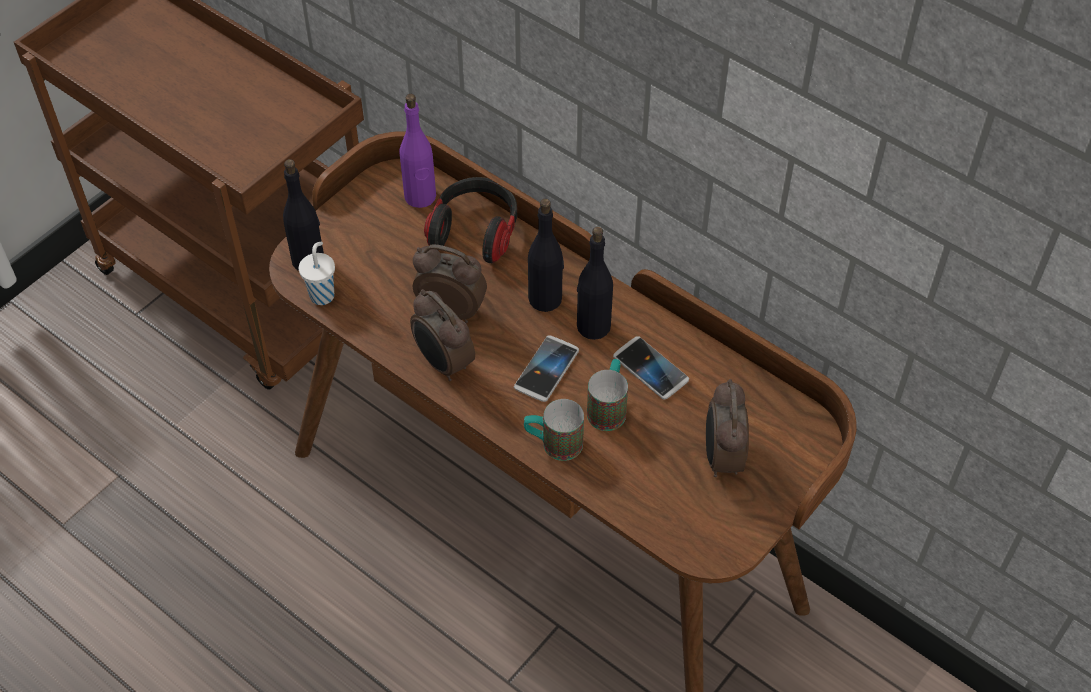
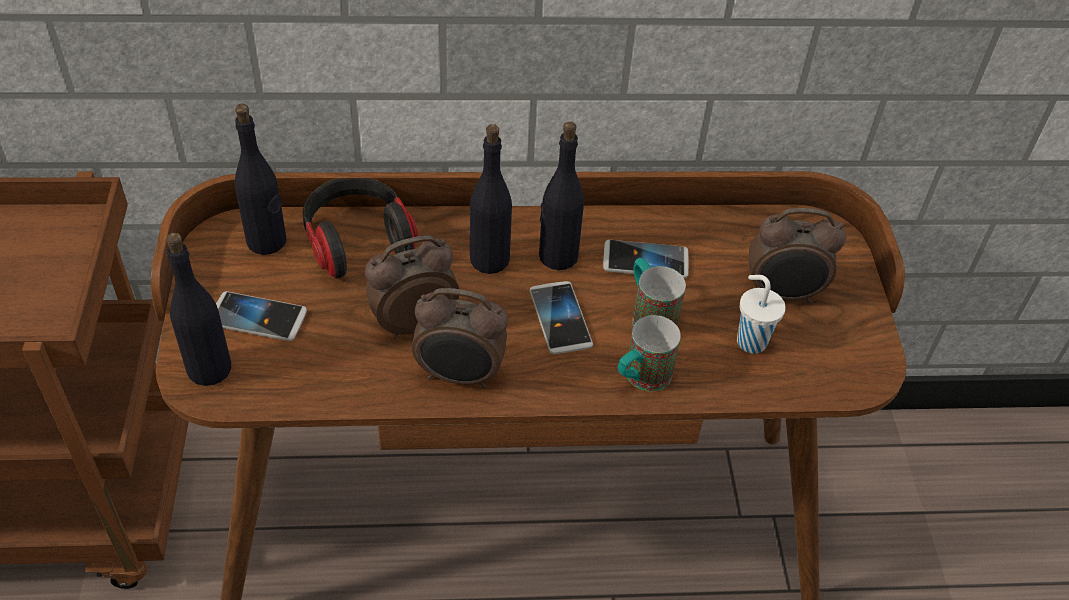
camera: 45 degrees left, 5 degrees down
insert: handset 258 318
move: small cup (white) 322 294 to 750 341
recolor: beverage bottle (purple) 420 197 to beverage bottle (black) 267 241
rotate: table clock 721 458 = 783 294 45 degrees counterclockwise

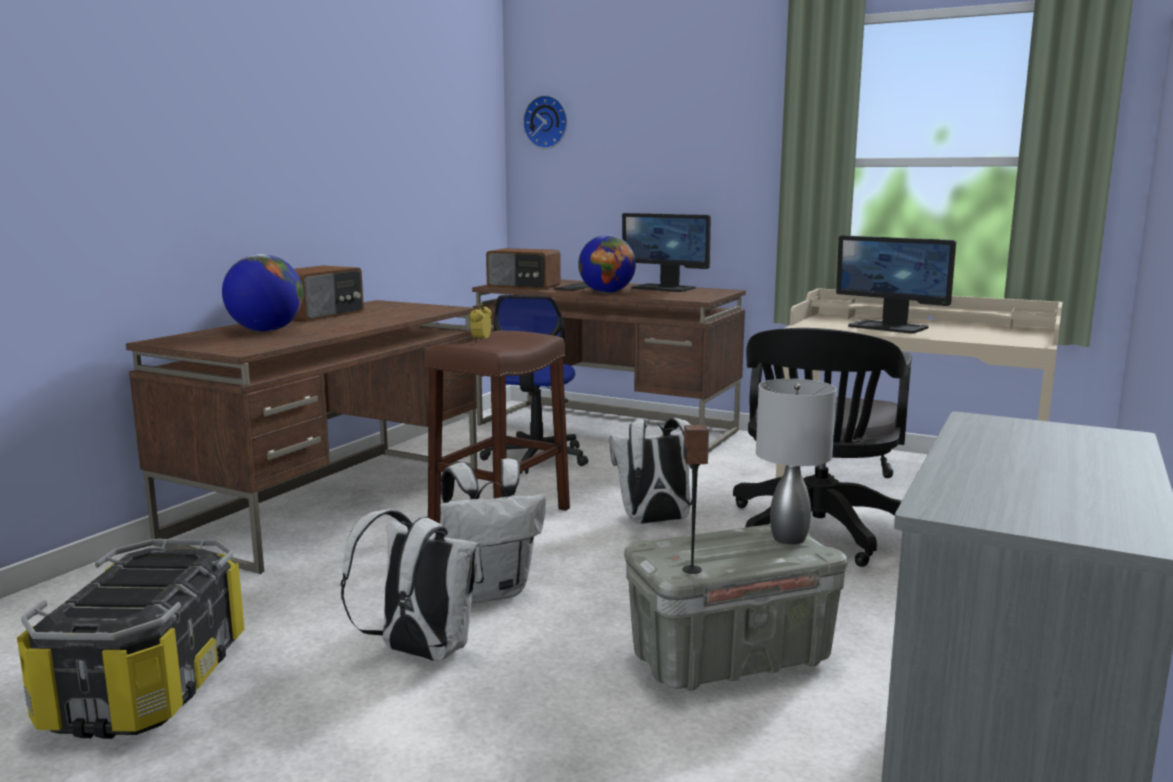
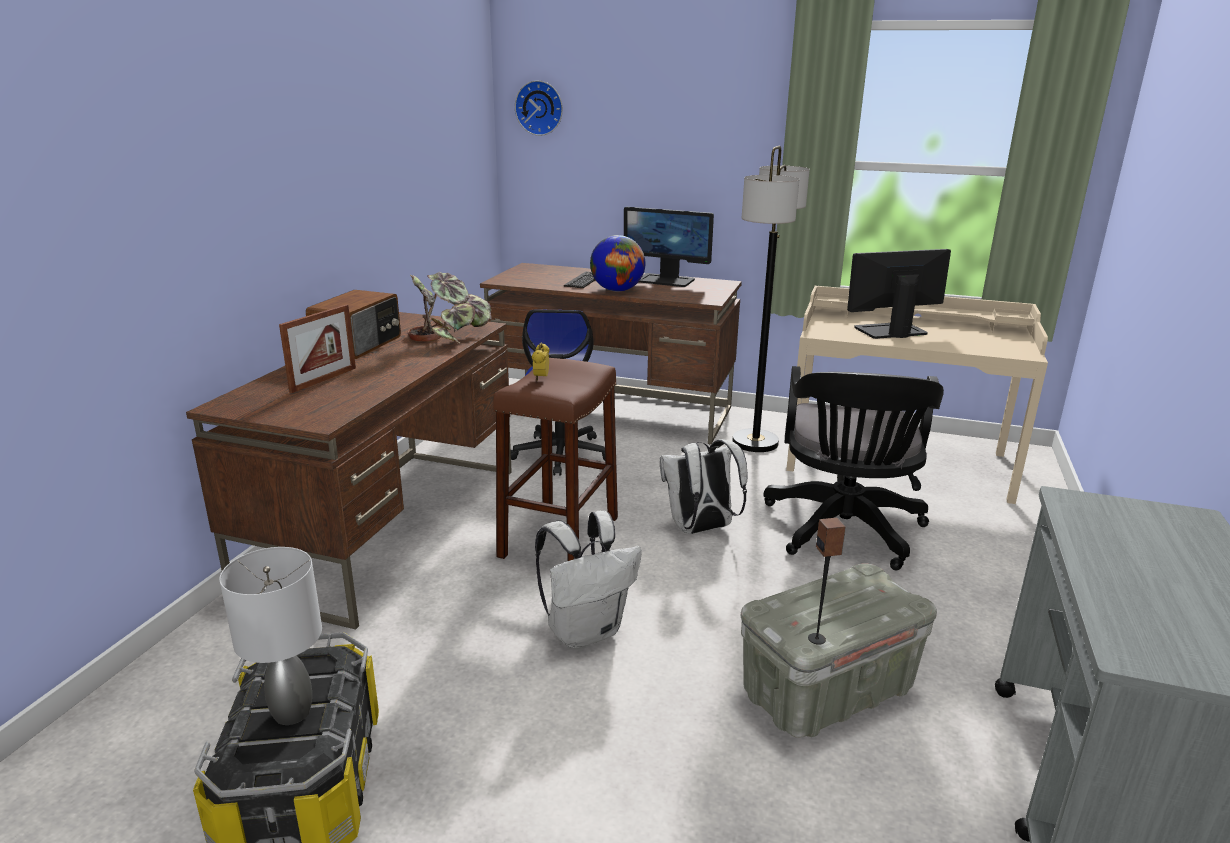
camera: 10 degrees left, 10 degrees up
delete: backpack (white) 419 653; radio 523 286
insert: plant in a pot 450 335; standing lamp 755 442
move: tabletop lamp (greyish) 788 538 to 291 712
replace: world globe 266 331 to standing frame 323 380
rotate: monitor 889 327 = 890 331 135 degrees clockwise

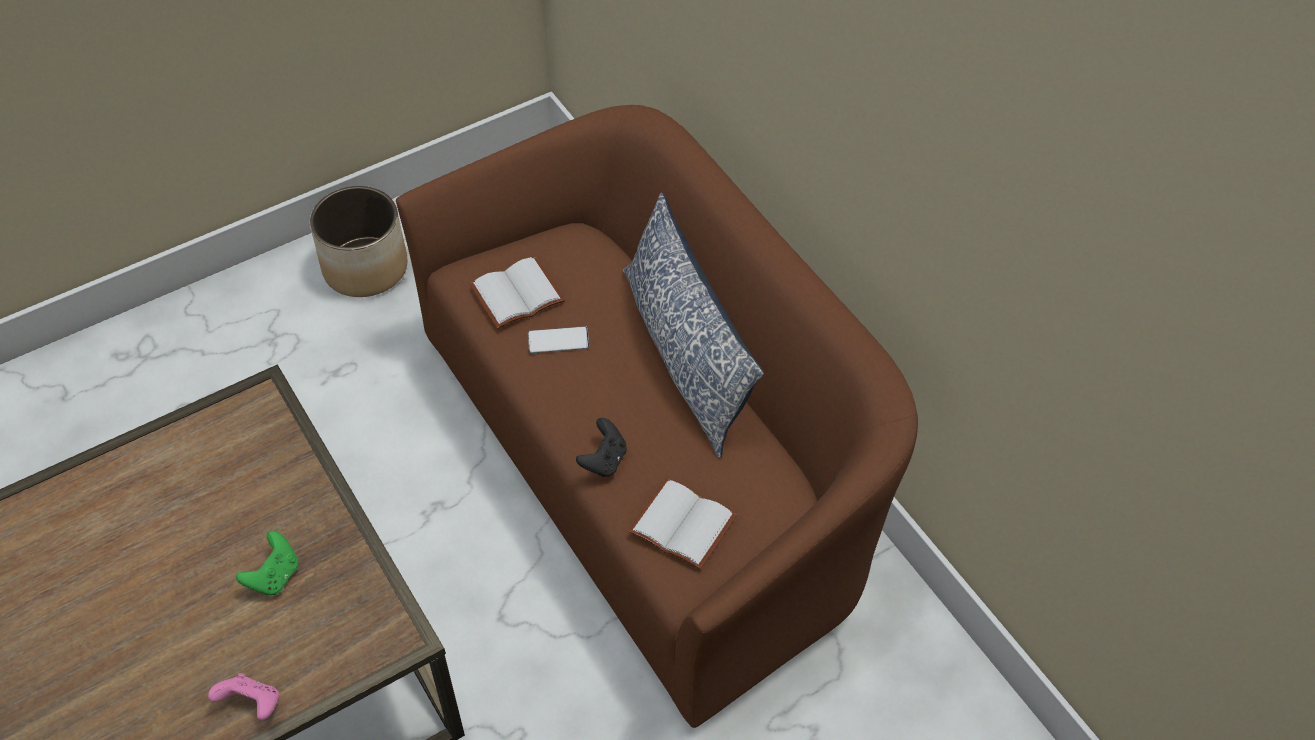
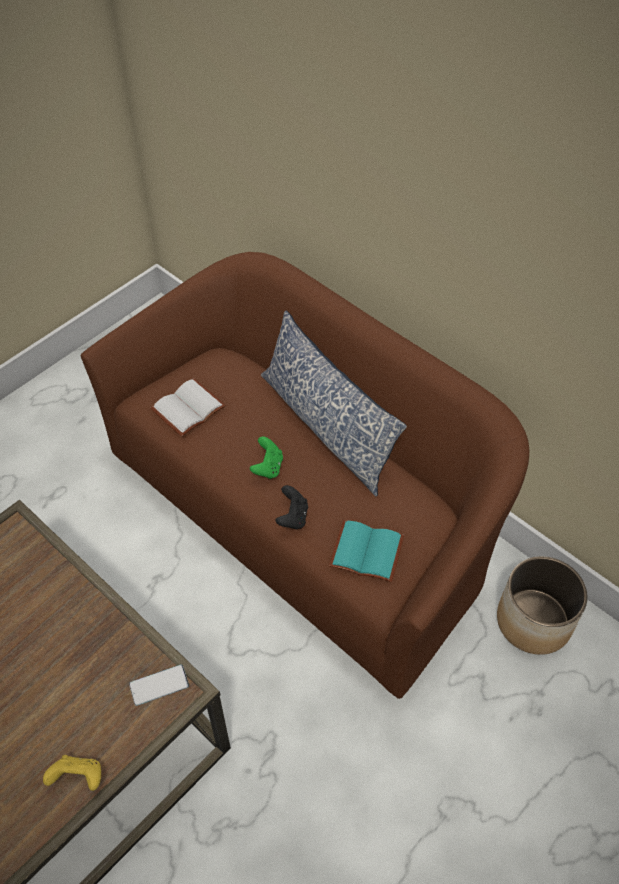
camera: 15 degrees left, 0 degrees up
move: gamepad (greenish) 274 576 to 268 467; flower pot 366 267 to 534 620; handset 558 340 to 159 685
recolor: gamepad (pinkish) 252 705 to gamepad (yellowish) 79 777; bound book (white) 685 524 to bound book (blue-green) 368 550

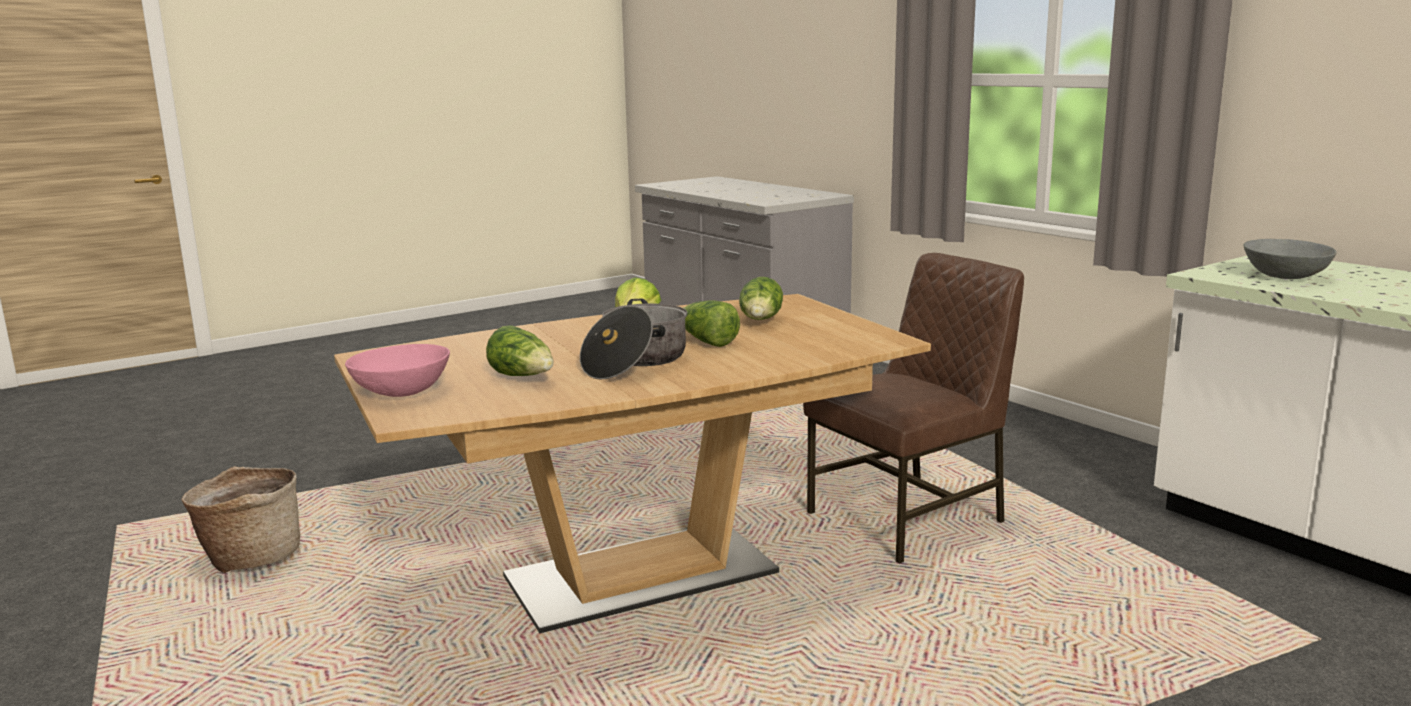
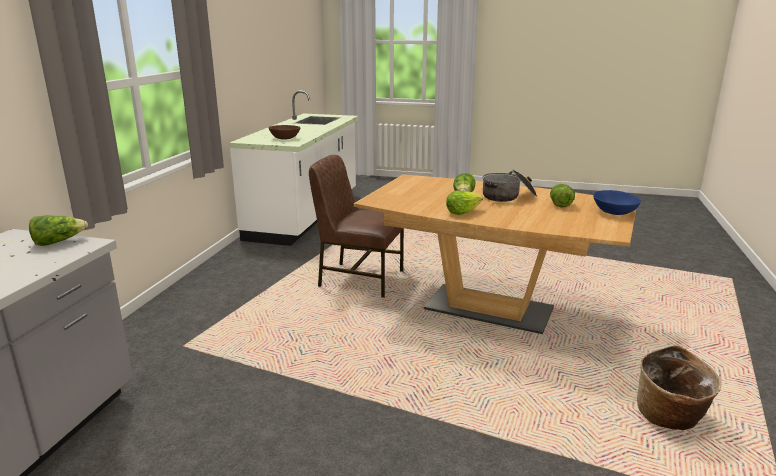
camera: 130 degrees left, 5 degrees up
move: lettuce 761 321 to 58 242
recolor: serving bowl (pinkish) 403 391 to serving bowl (blue) 613 212; serving bowl (greyish) 1284 276 to serving bowl (brownish) 285 138

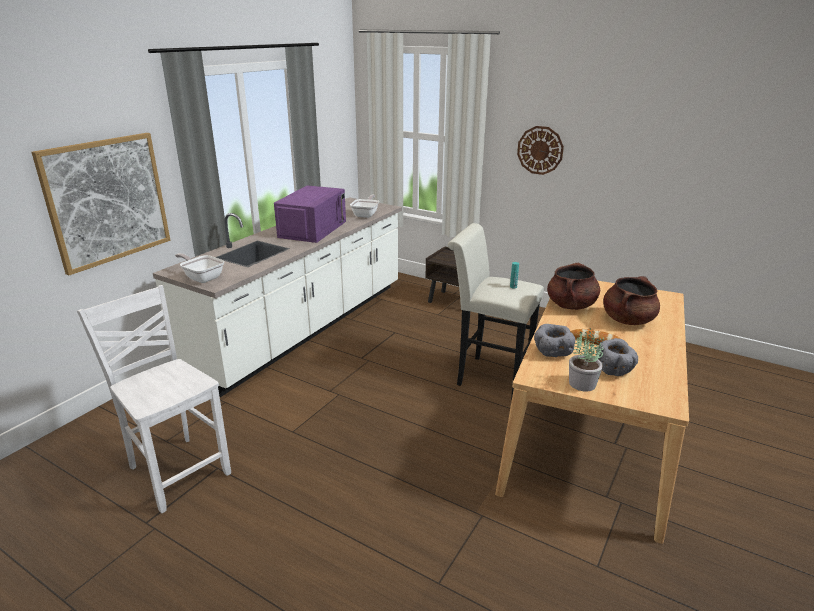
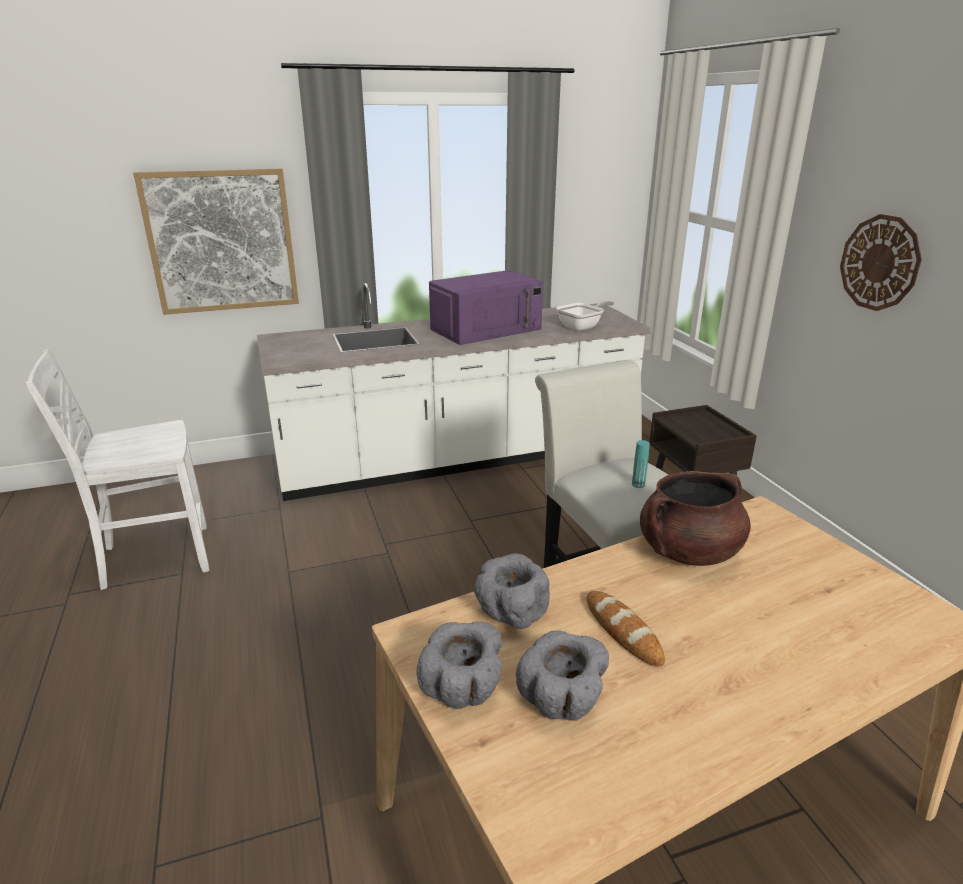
camera: 40 degrees right, 0 degrees up
delete: pan 202 277; saucepot (brownish) 628 320
replace: plant in a pot 581 383 to serving bowl (greyish) 463 689
rotate: plain chair (white) 178 470 = 154 557 105 degrees counterclockwise

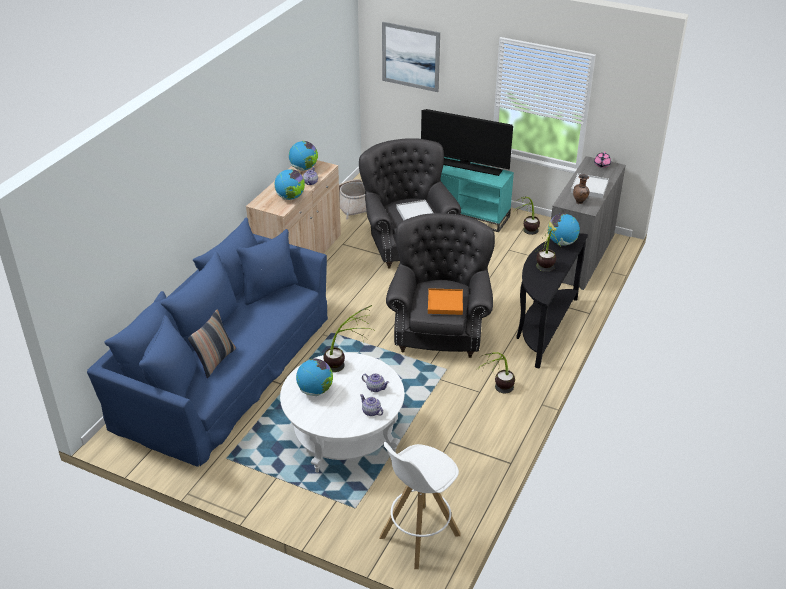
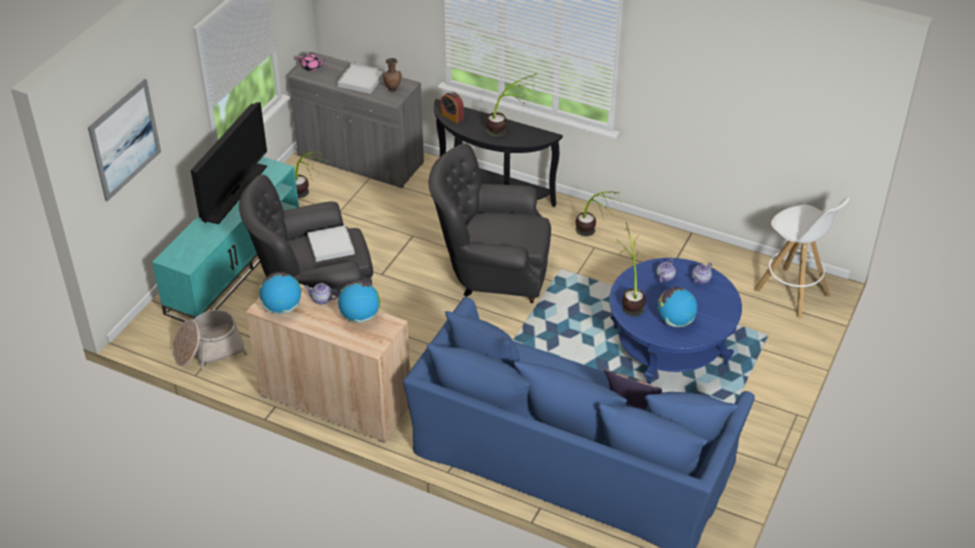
camera: 90 degrees left, 5 degrees up
delete: tray (orange) 445 303
replace: world globe 561 242 to table clock 452 116
recolor: lounge table (white) 344 434 to lounge table (blue) 669 346

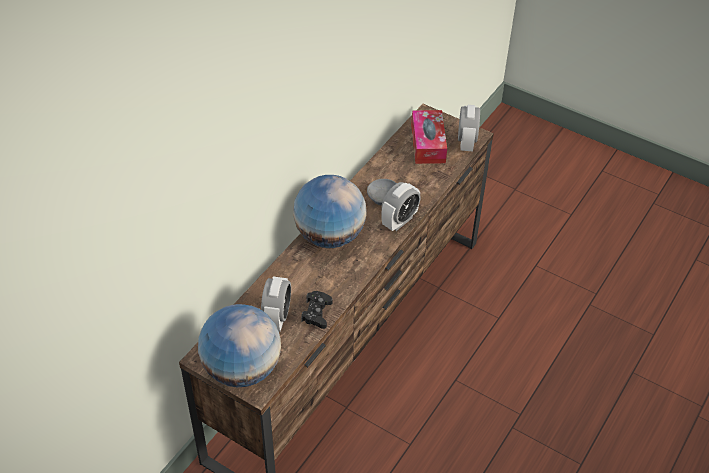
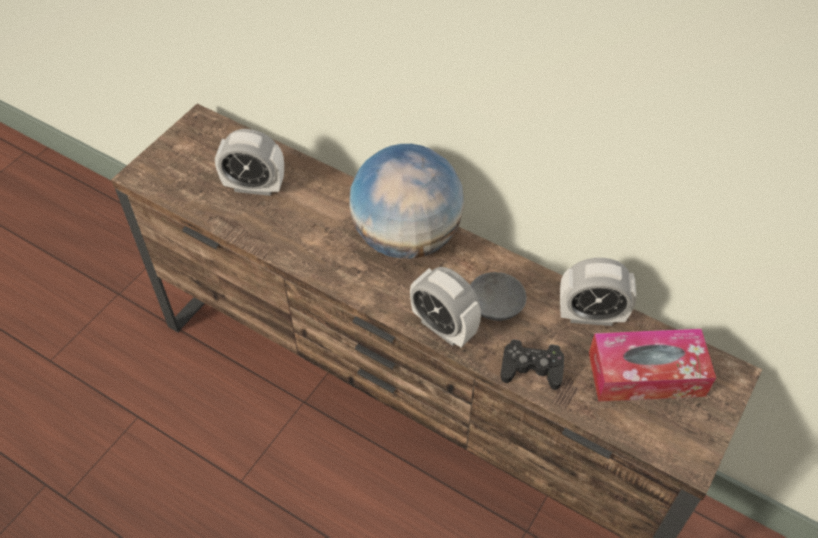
camera: 90 degrees right, 5 degrees up
delete: world globe 242 369
move: gamepad (black) 317 313 to 531 368; table clock 466 143 to 591 315

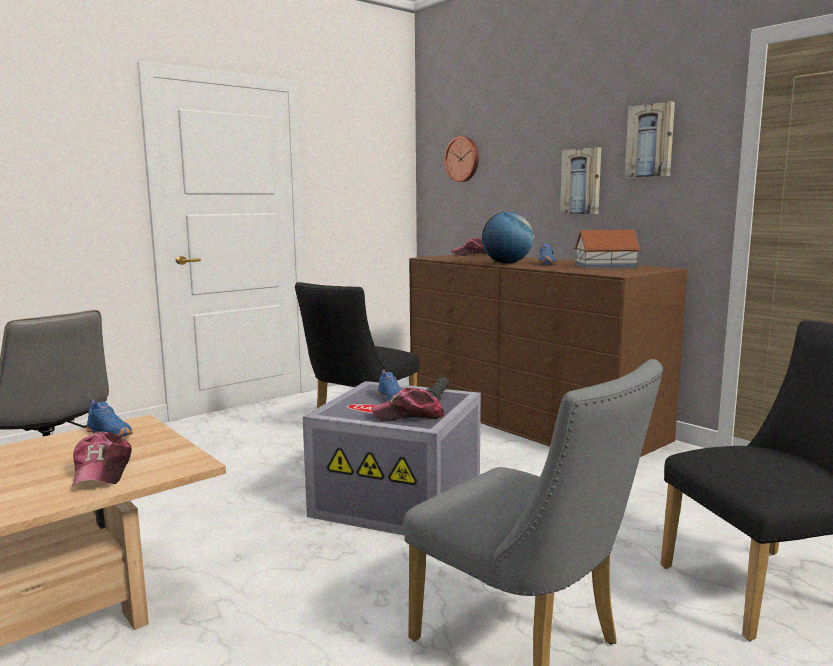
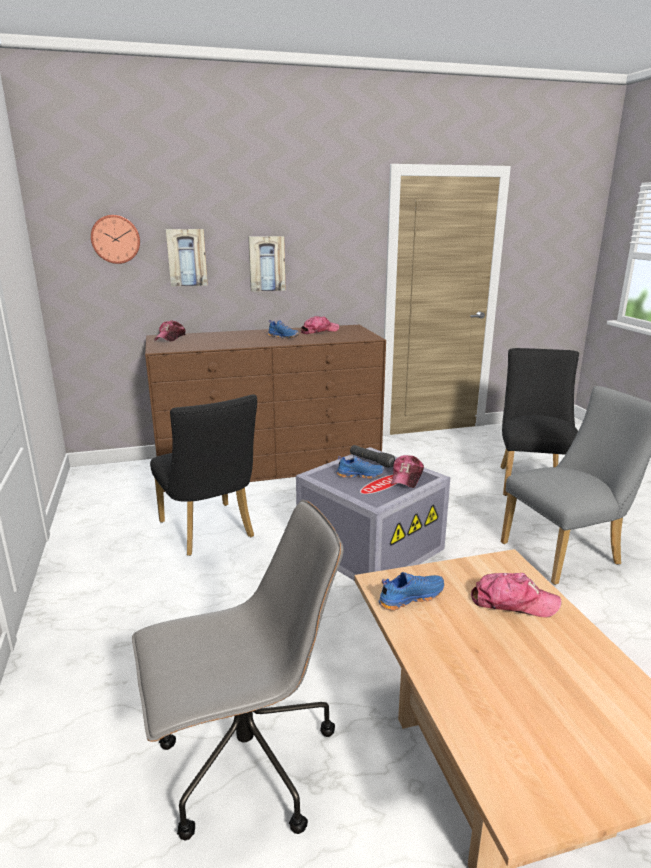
camera: 65 degrees left, 10 degrees up
delete: world globe 506 263
move: picture 650 141 to 186 257
replace: model house 605 266 to baseball cap 319 331

